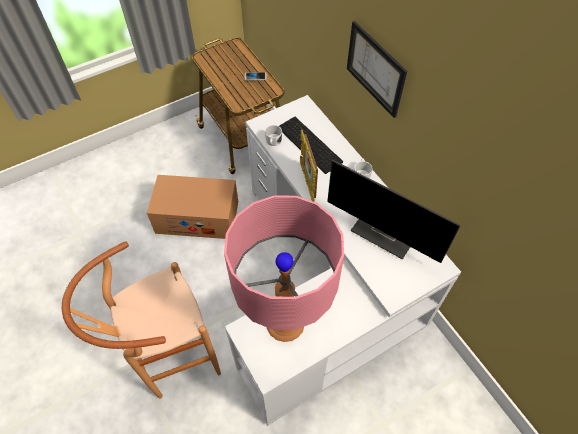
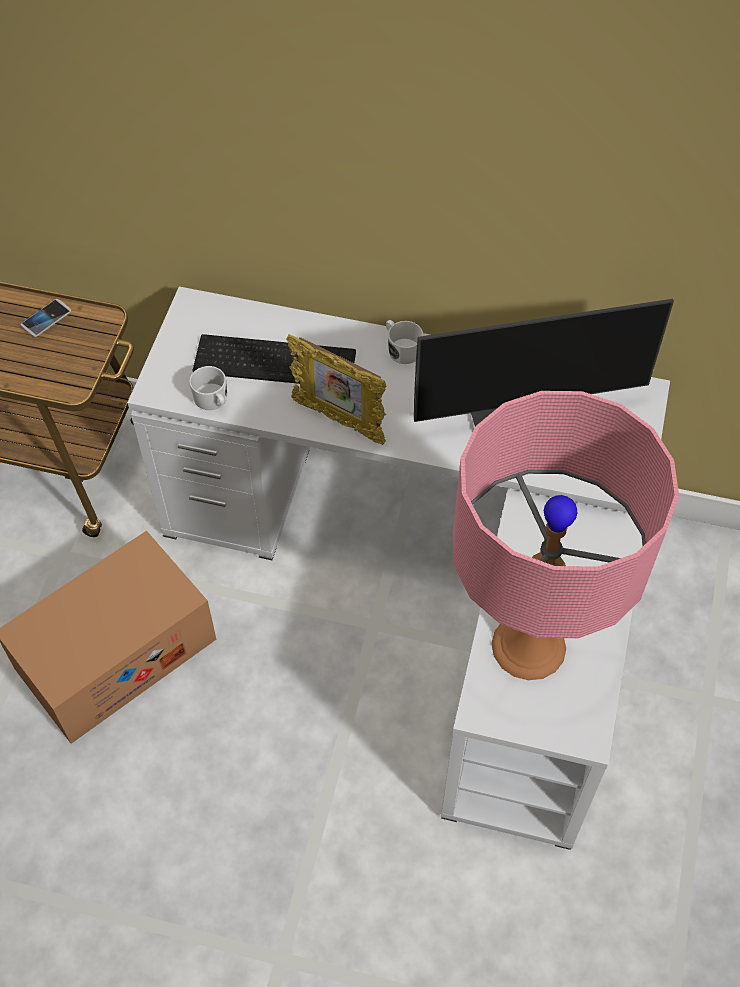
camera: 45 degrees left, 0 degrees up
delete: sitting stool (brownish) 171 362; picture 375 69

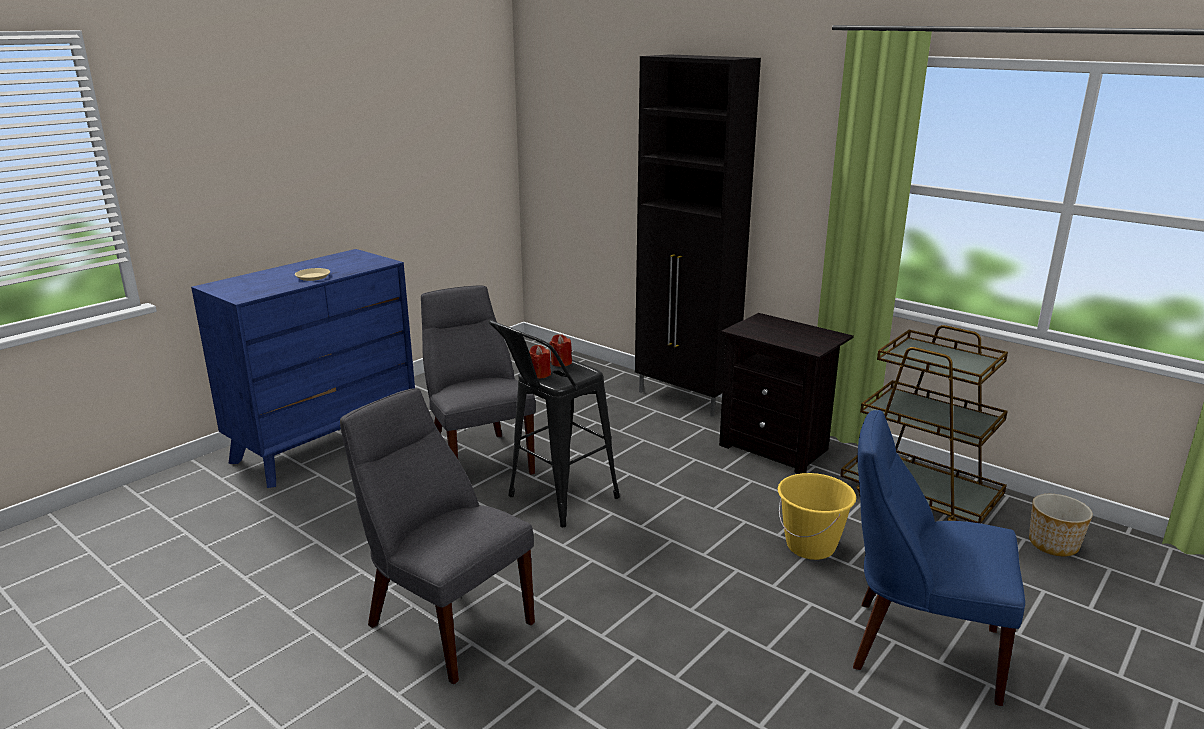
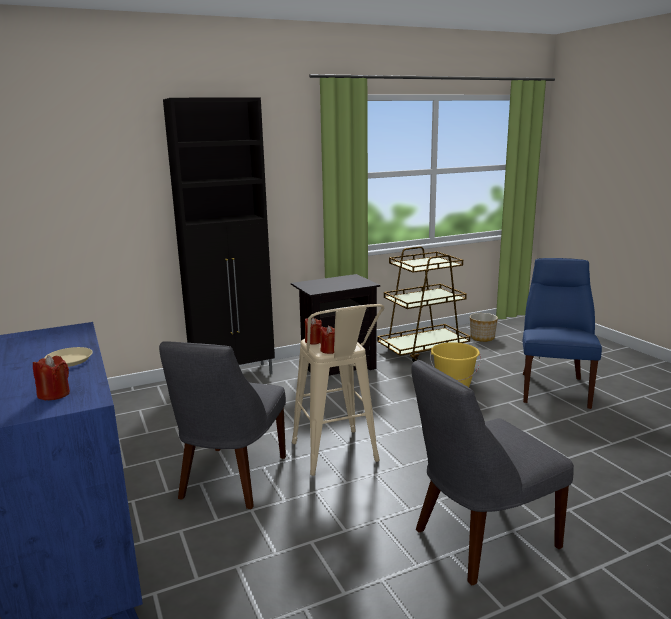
camera: 65 degrees left, 5 degrees down
insert: wax light (red-coloured) 54 394
recolor: sitting stool (black) 554 501 to sitting stool (sand-coloured) 337 457
rotate: plain chair (greyish) 478 458 = 231 480 75 degrees counterclockwise; plain chair (blue) 917 647 = 553 388 150 degrees clockwise

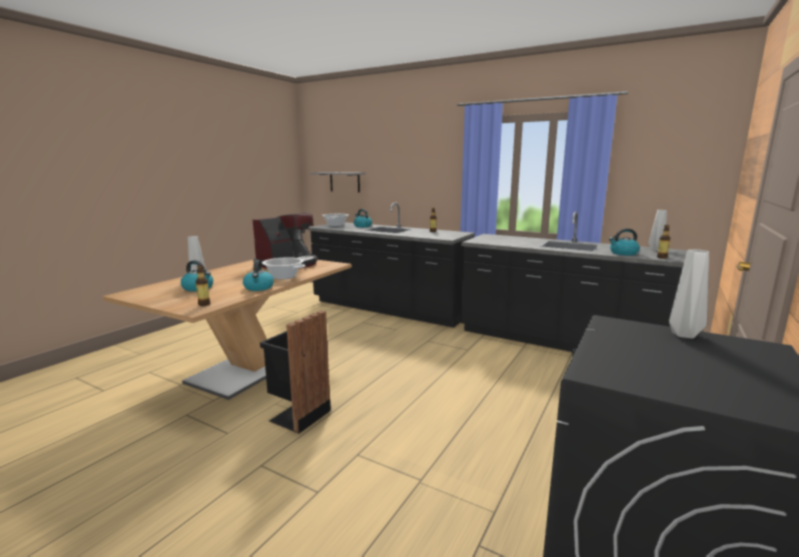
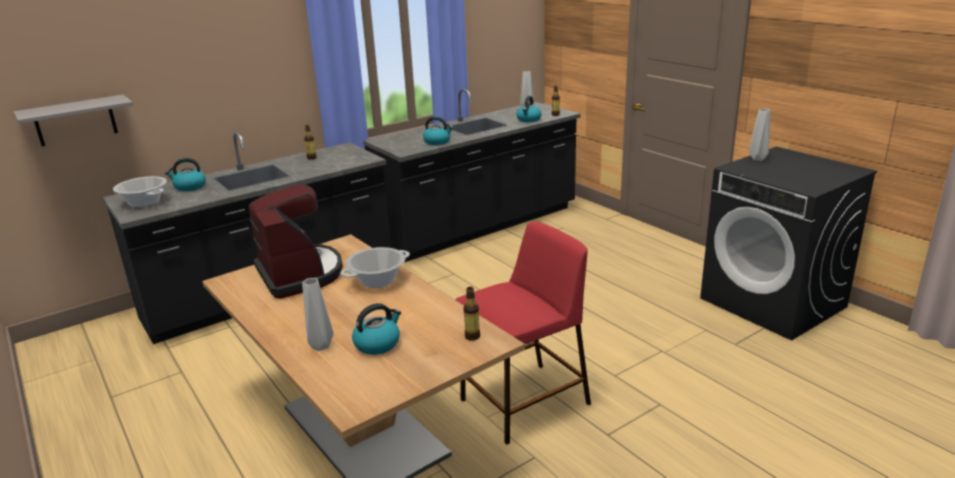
camera: 65 degrees left, 10 degrees up
move: water kettle 259 288 to 437 142
replace: waste bin (black) 297 415 to sitting stool (red-coloured) 524 403

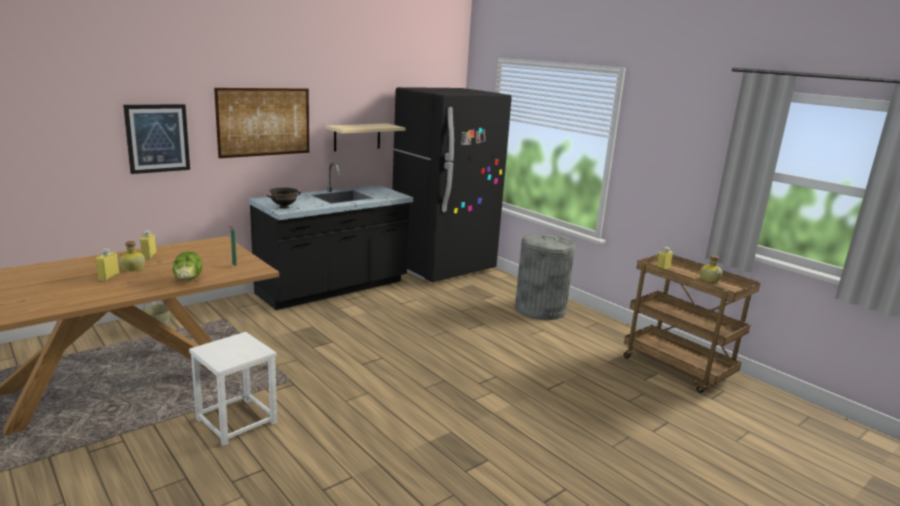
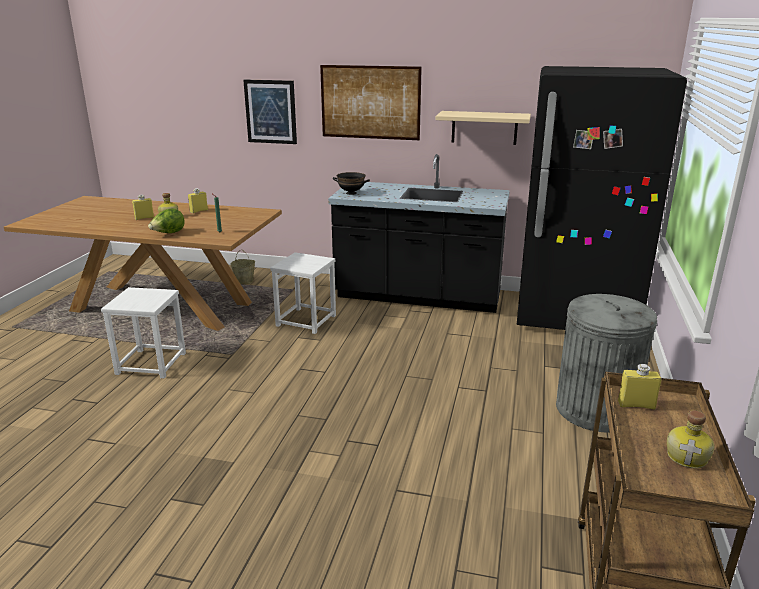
camera: 55 degrees right, 5 degrees up
insert: sitting stool (white) 306 321

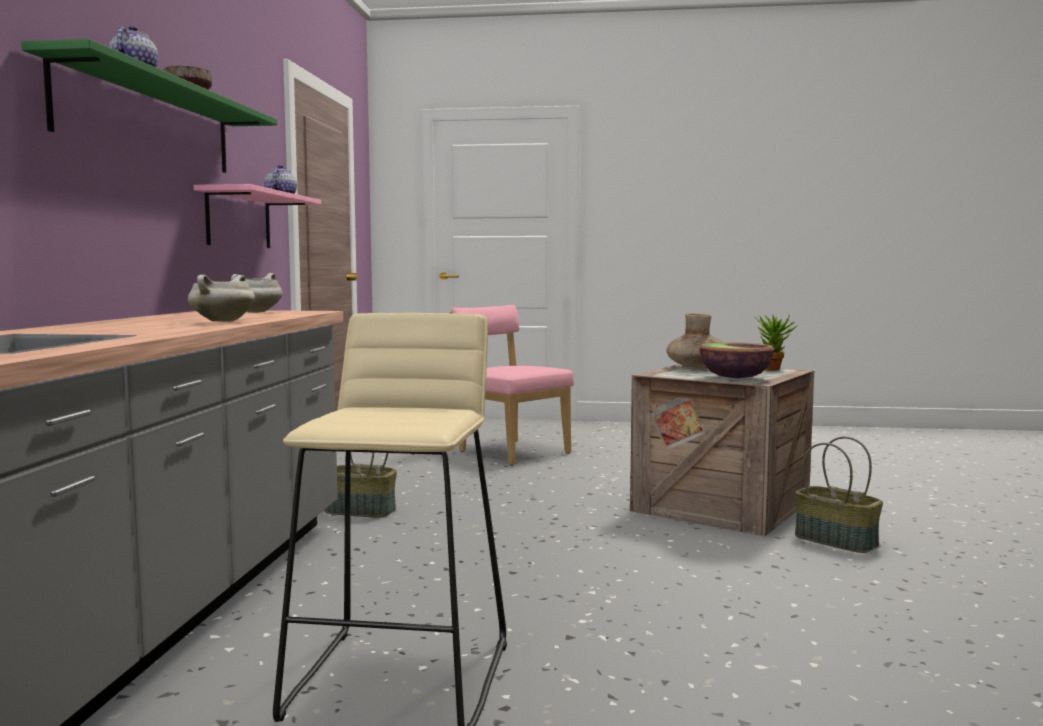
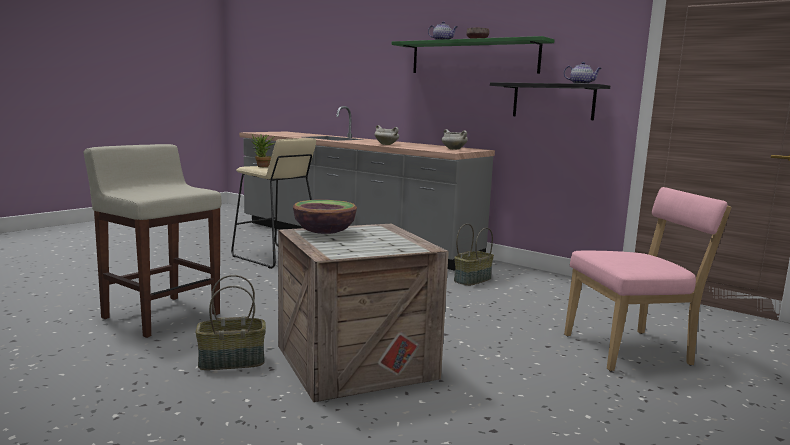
camera: 120 degrees right, 5 degrees up
delete: flower vase (brownish) 697 368
insert: sitting stool (sand-coloured) 160 315
move: plant in a pot 773 369 to 262 167
recolor: shelf (pinkish) 239 220 to shelf (black) 553 101

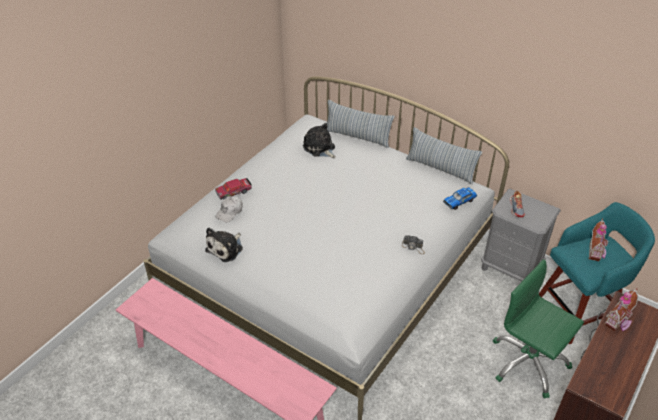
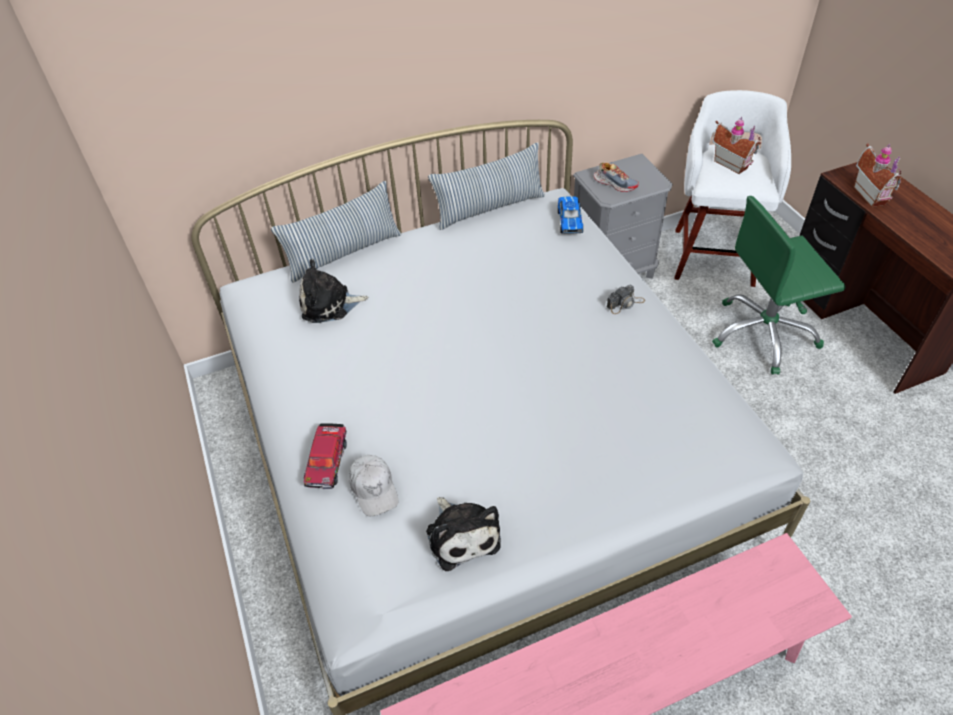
camera: 55 degrees left, 5 degrees up
recolor: sitting stool (blue-green) 578 312 to sitting stool (white) 714 255

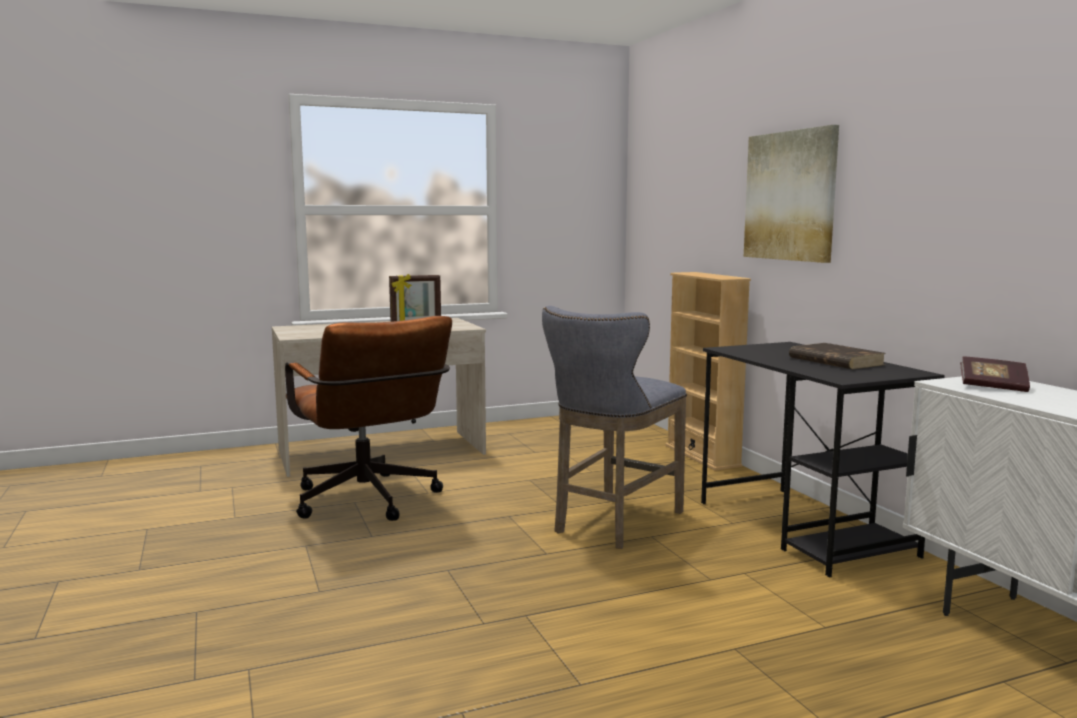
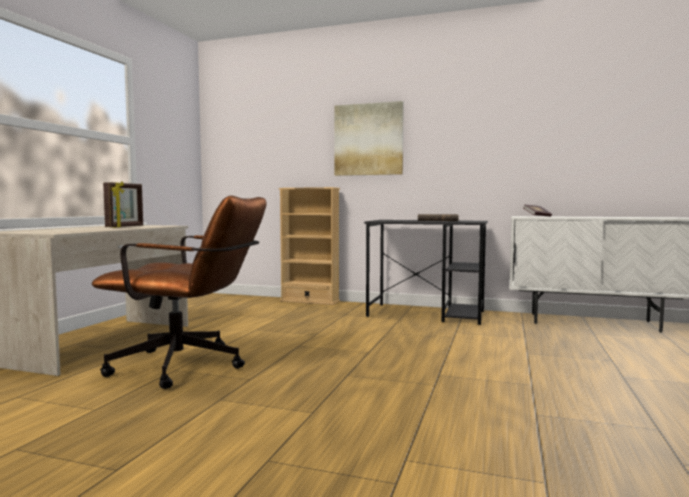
camera: 50 degrees left, 5 degrees down
delete: sitting stool (greyish) 612 523

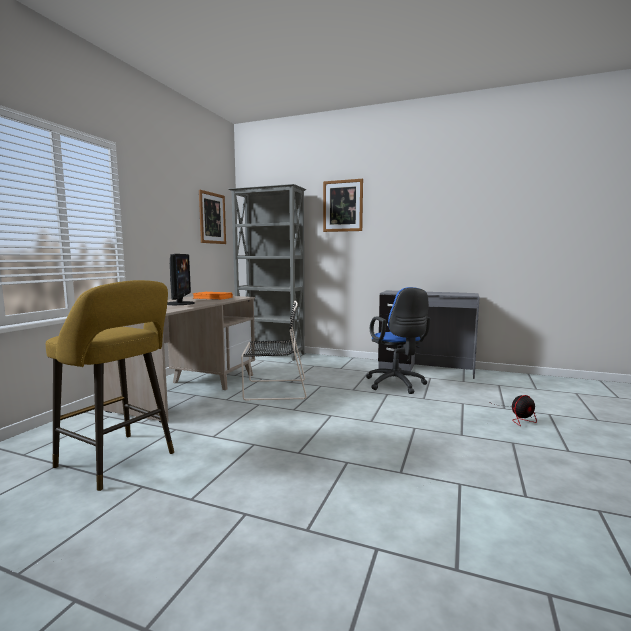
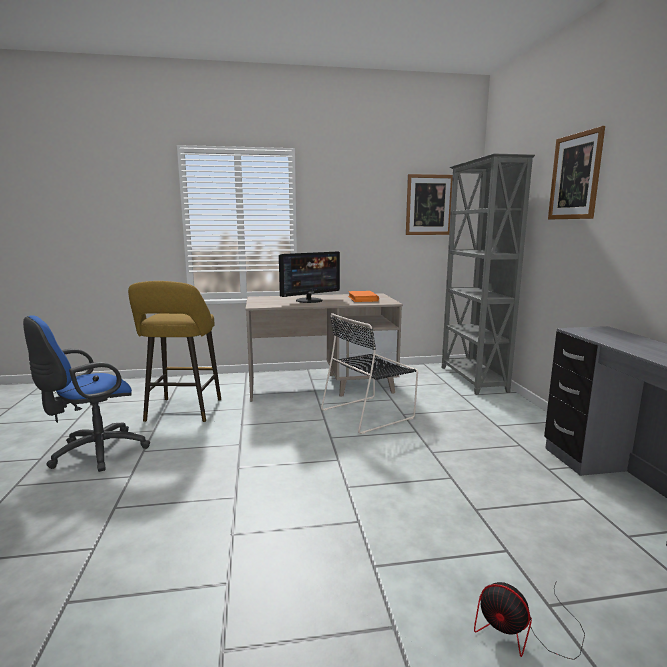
camera: 60 degrees right, 5 degrees up
move: desk chair (blue) 397 385 to 94 453
rotate: plain chair (black) 273 389 = 369 413 90 degrees clockwise

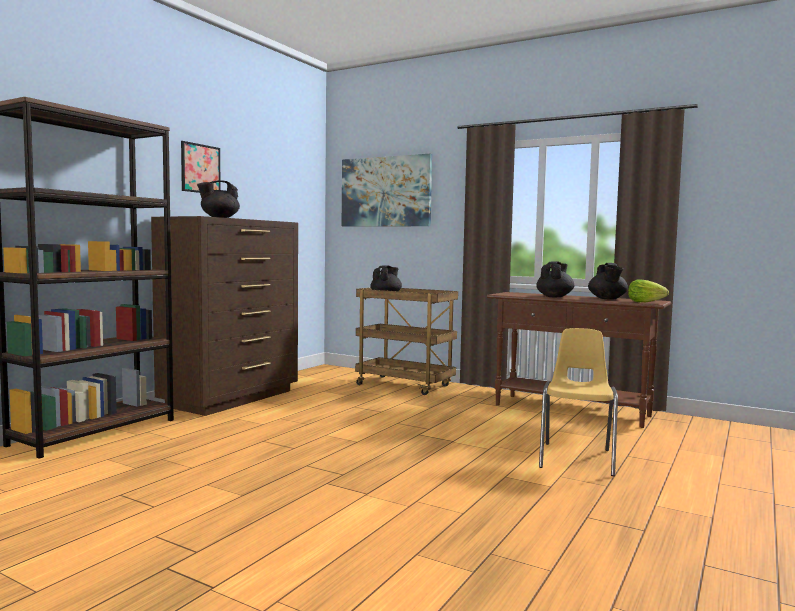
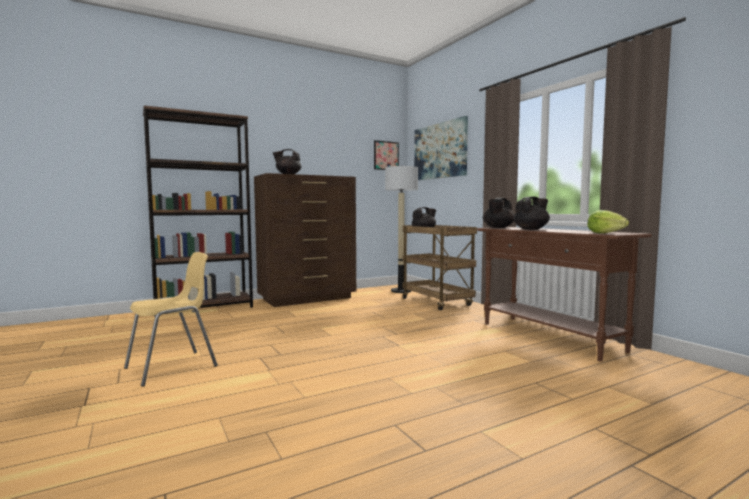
camera: 30 degrees right, 0 degrees up
insert: standing lamp 401 291
move: picture 200 168 to 386 155; plain chair (yellowish) 577 458 to 172 367; pot for tea (black) 607 299 to 498 227

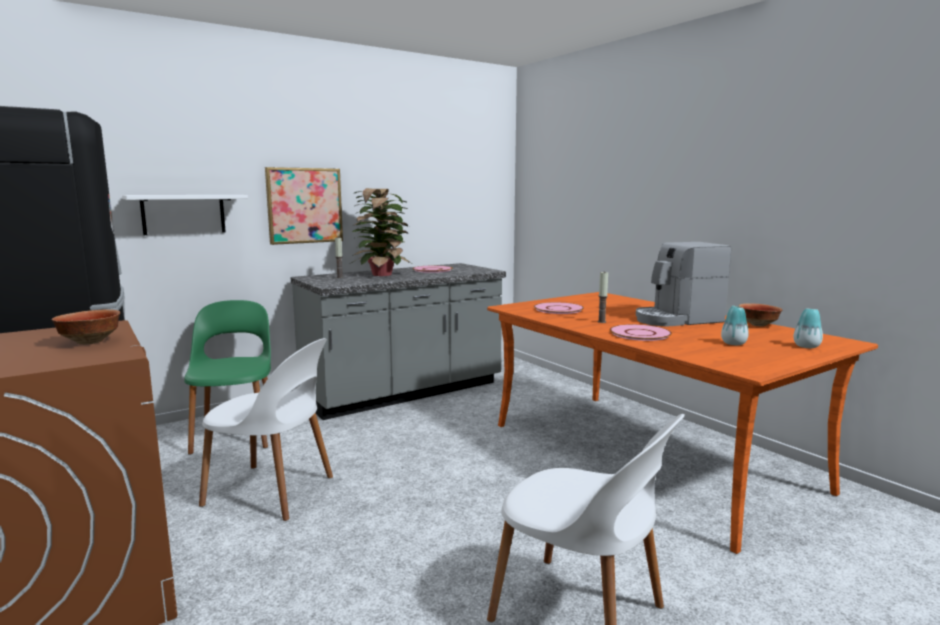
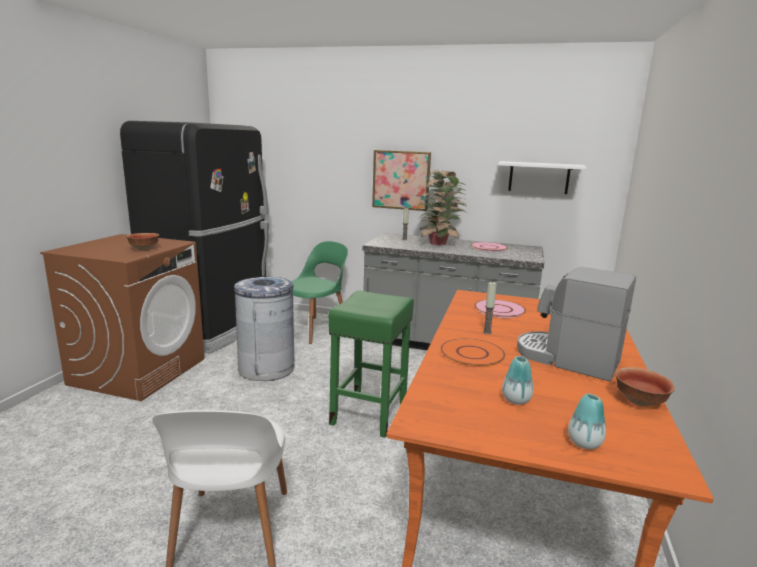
camera: 50 degrees right, 5 degrees up
insert: sitting stool (greenish) 369 412
move: shelf (white) 183 214 to 539 177
replace: plain chair (white) 272 492 to waste bin (greyish) 266 368
recolor: dinner plate (pinkish) 640 334 to dinner plate (orange) 472 354

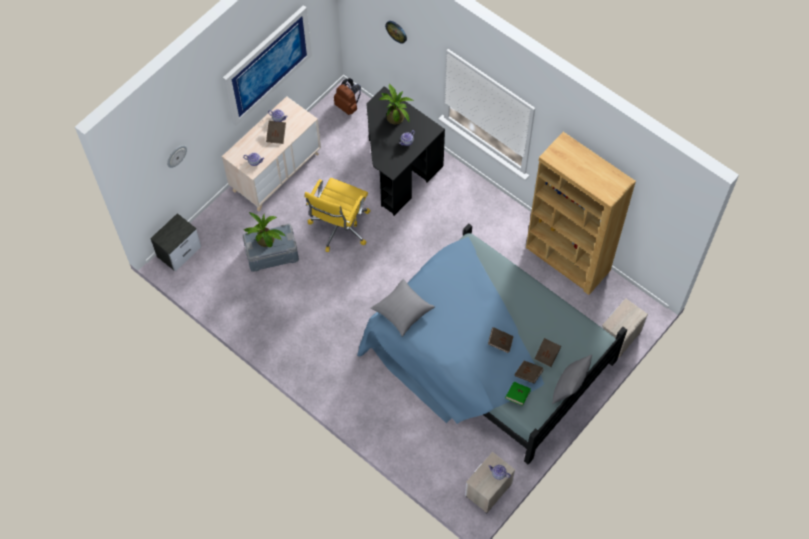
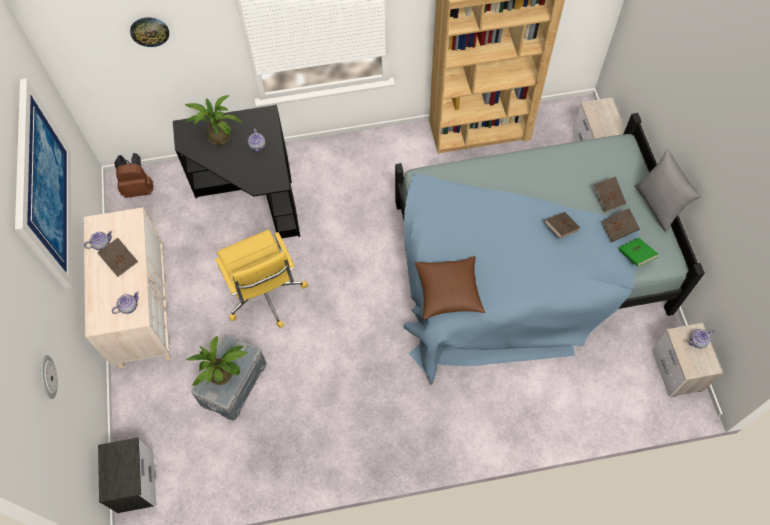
camera: 50 degrees left, 0 degrees up
recolor: pillow (greyish) 403 311 to pillow (brownish) 449 292

